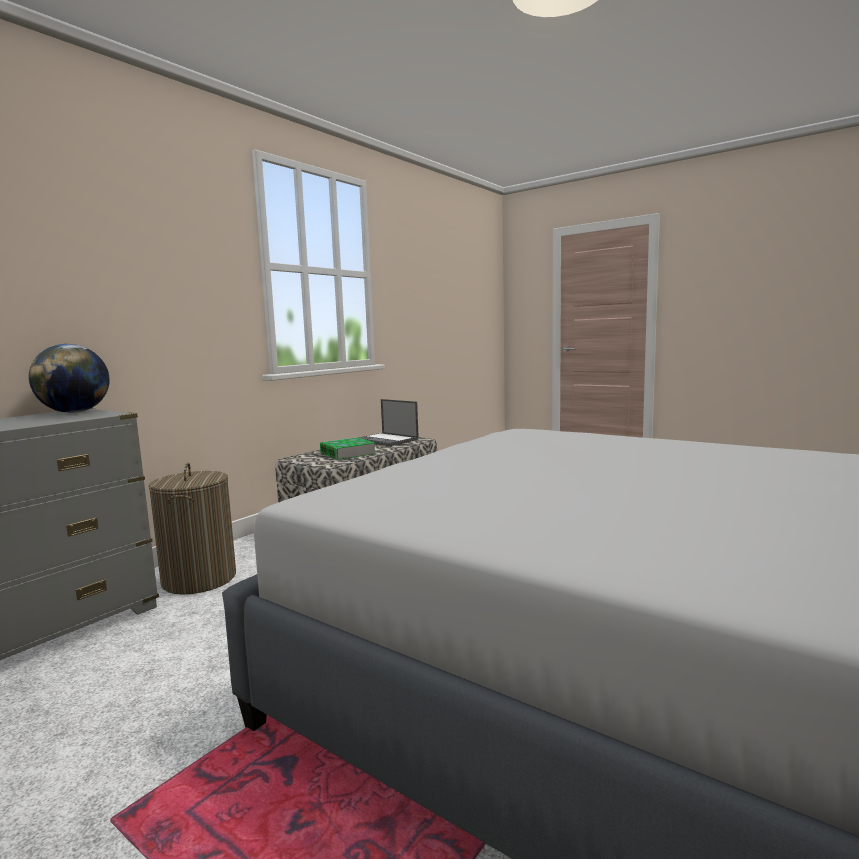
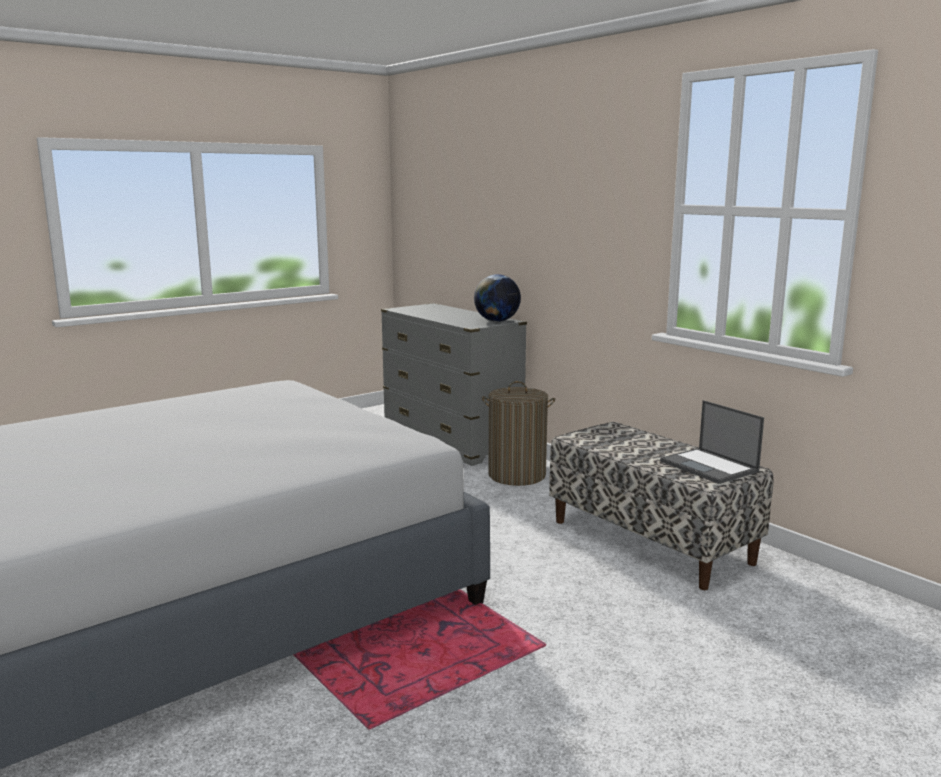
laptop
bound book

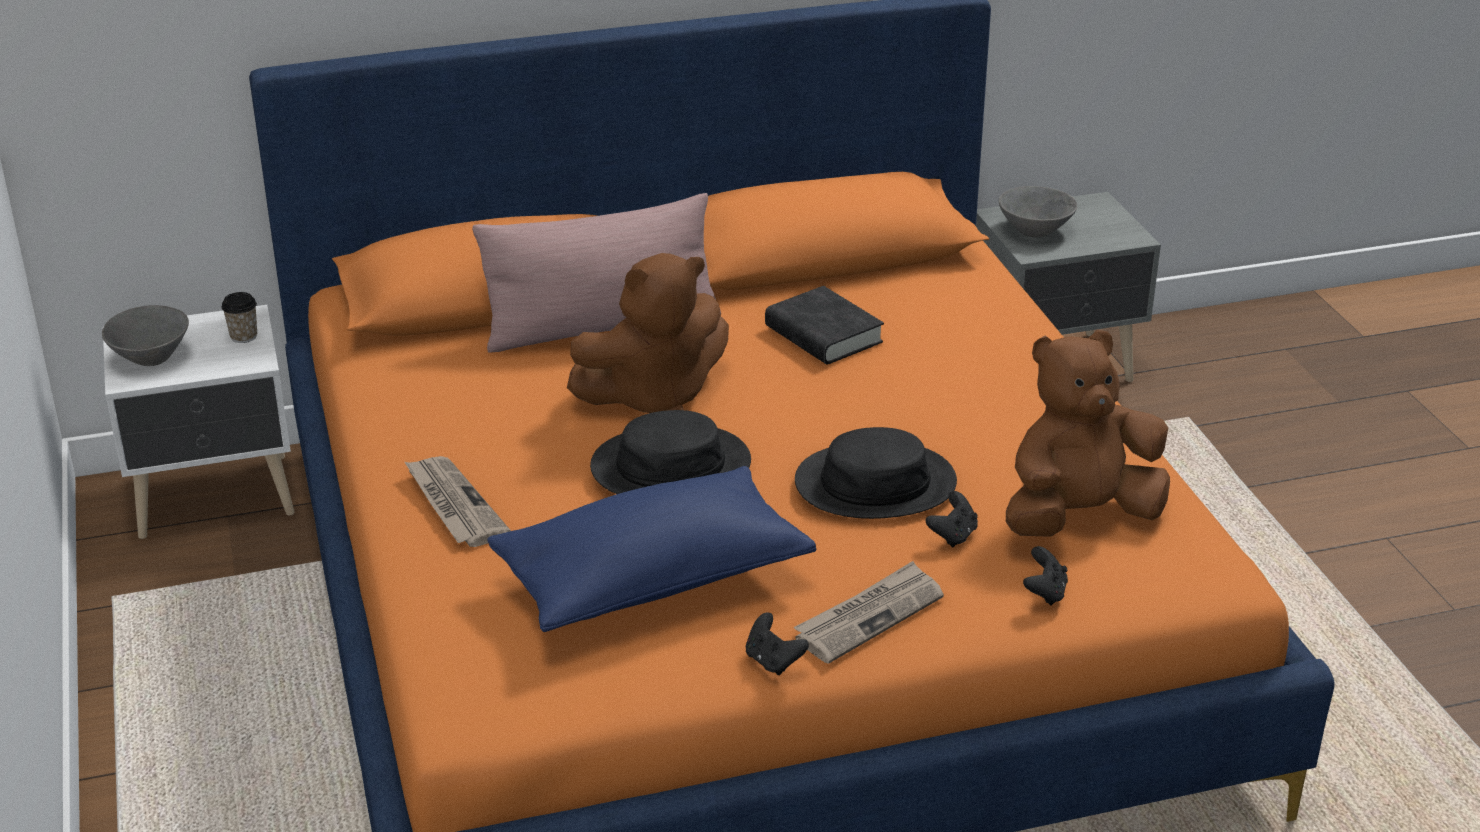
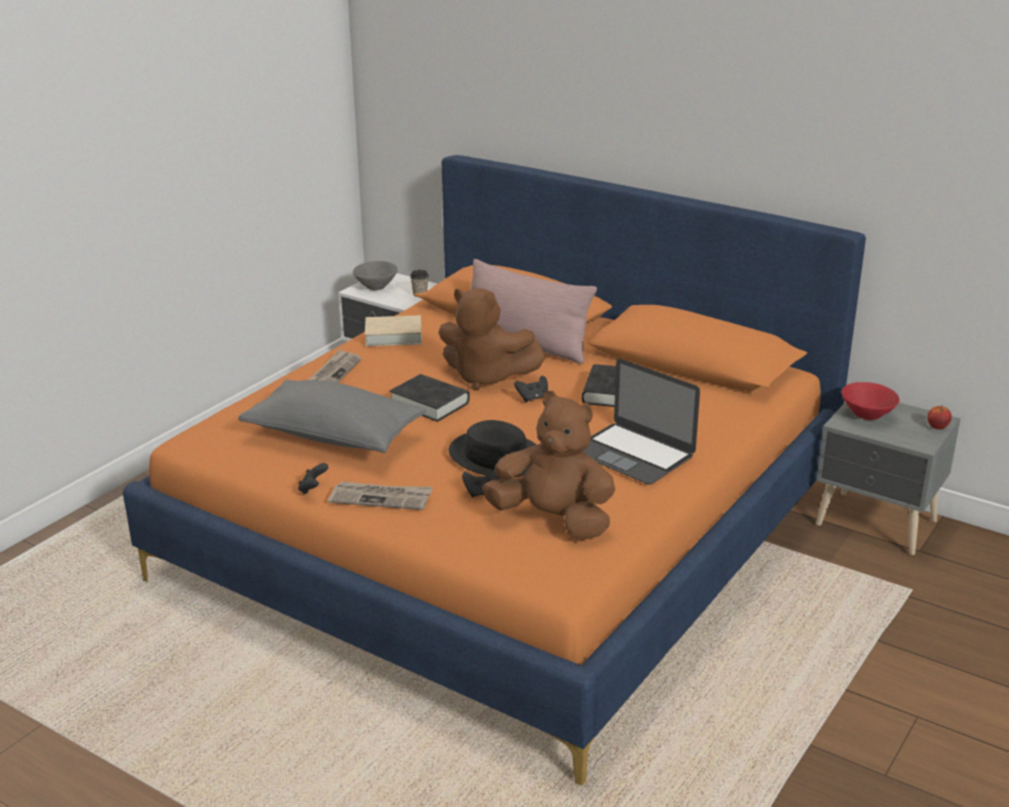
grey cushion
beige bound book
blackish bound book (1st from left)
blackish gamepad (3rd from left)
laptop
reddish bowl
apple

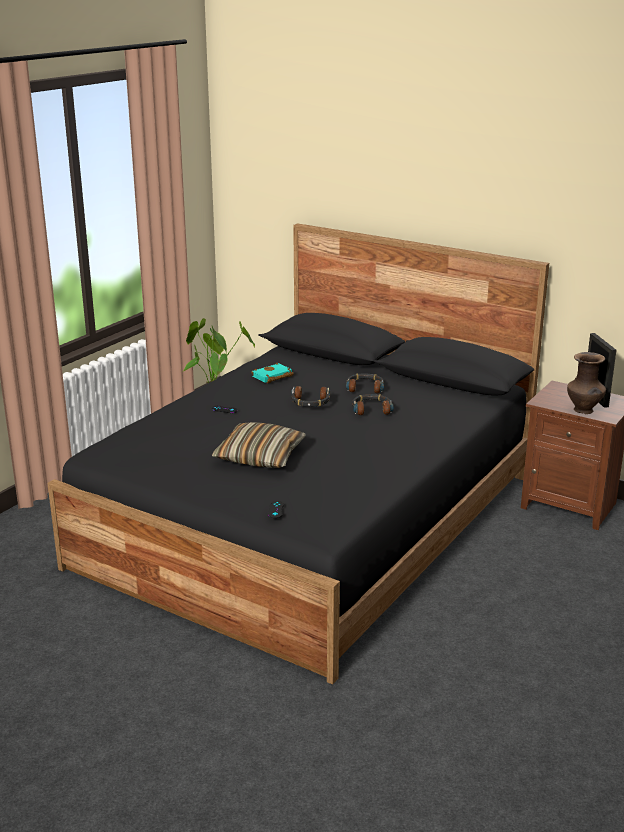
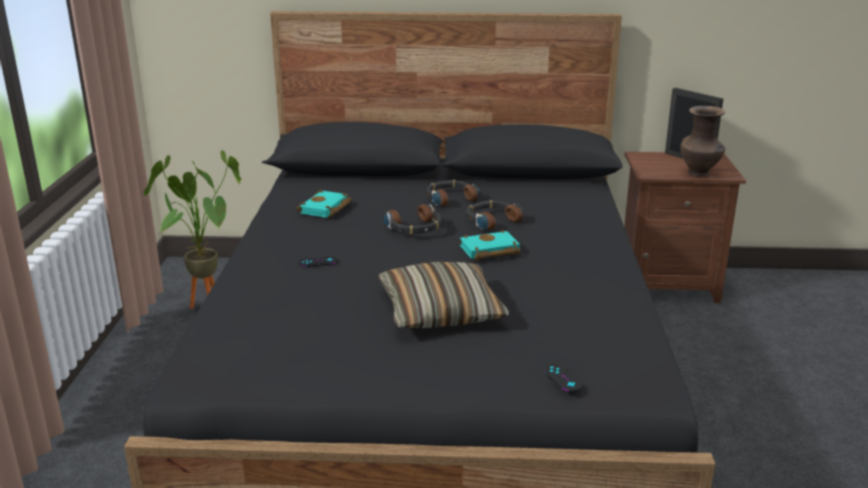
turquoise bound book (2nd from left)

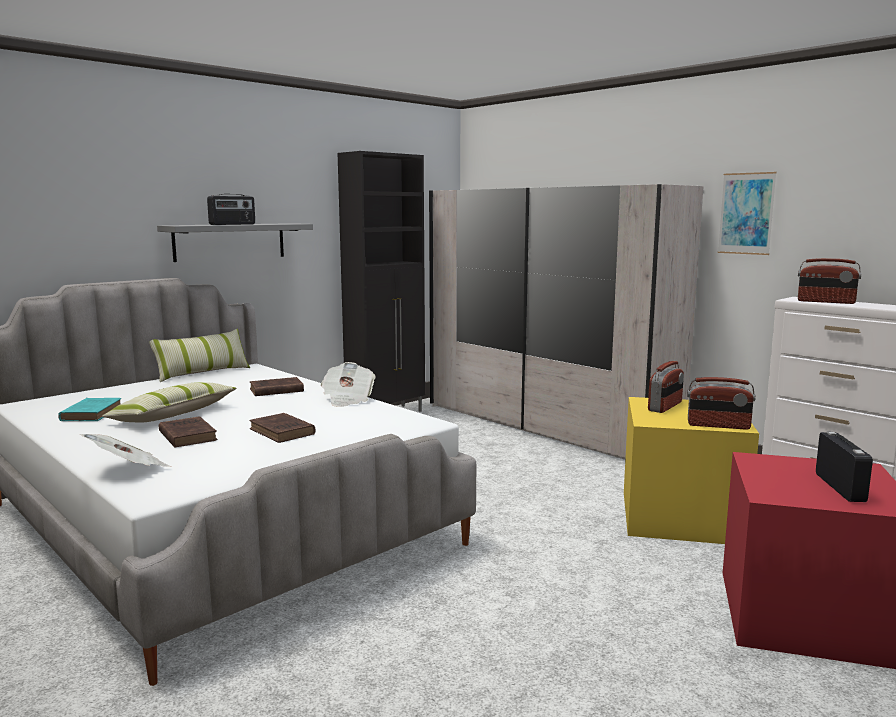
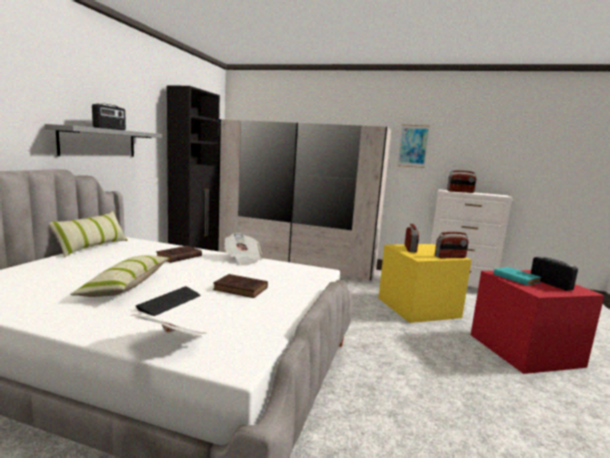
keyboard
turquoise bound book

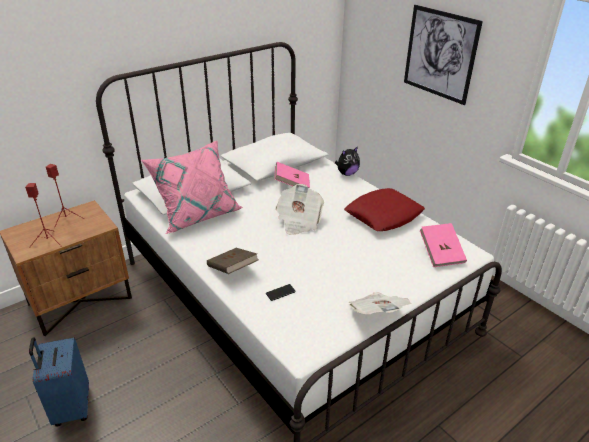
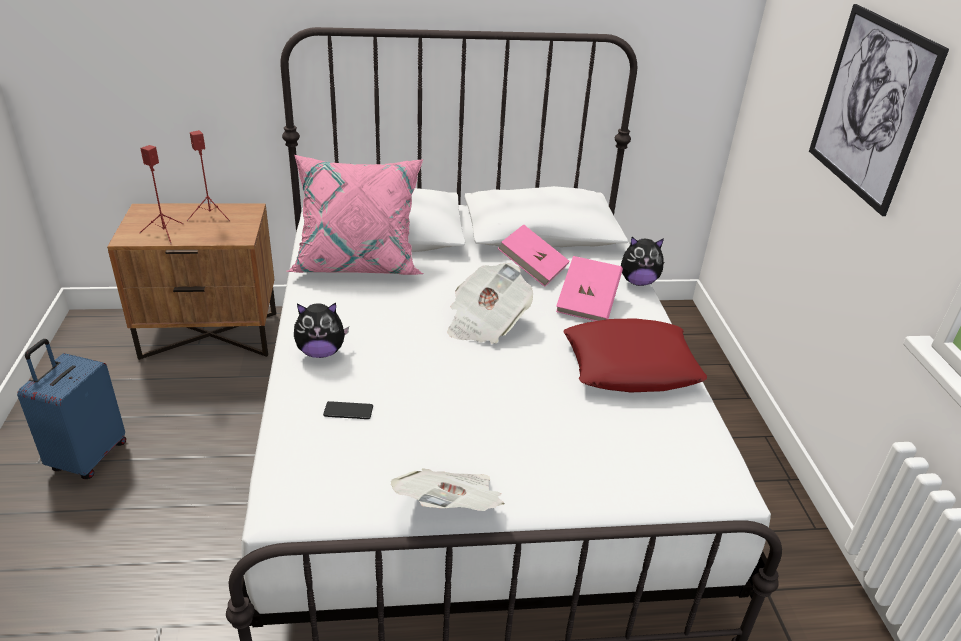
soft toy (1st from left)
pinkish bound book (2nd from left)

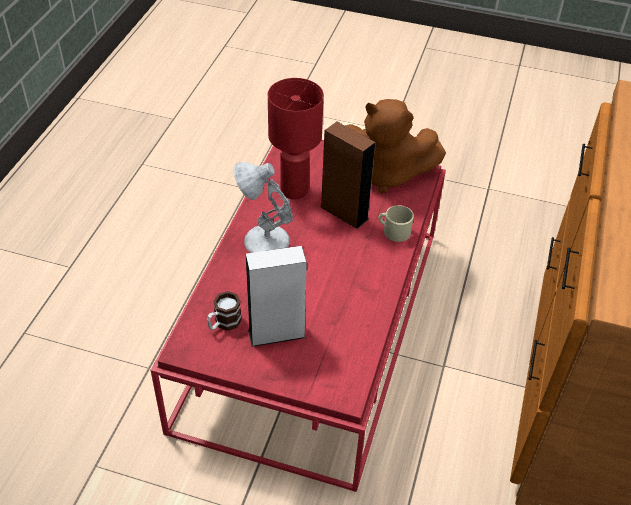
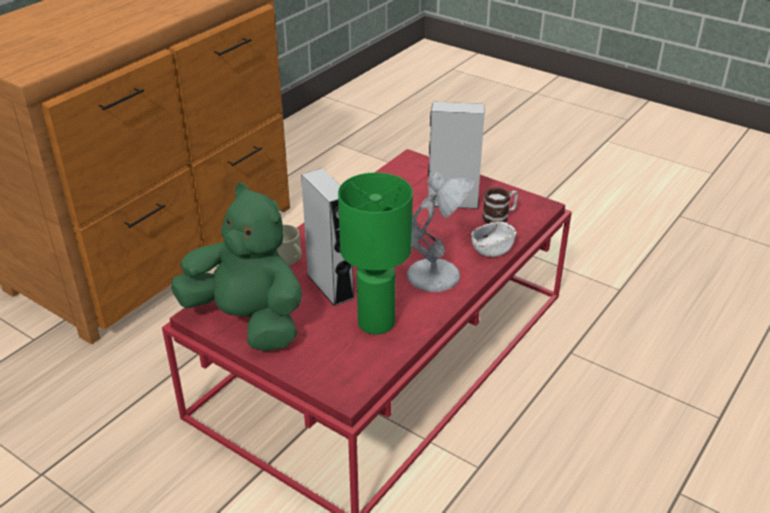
green-coloured soft toy
grey speaker (1st from left)
green-coloured lamp for a table
white bowl

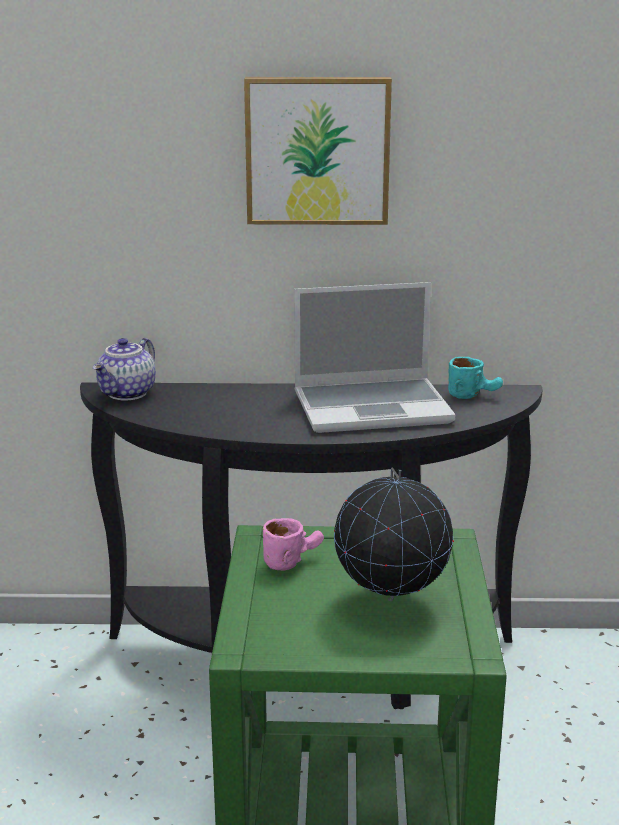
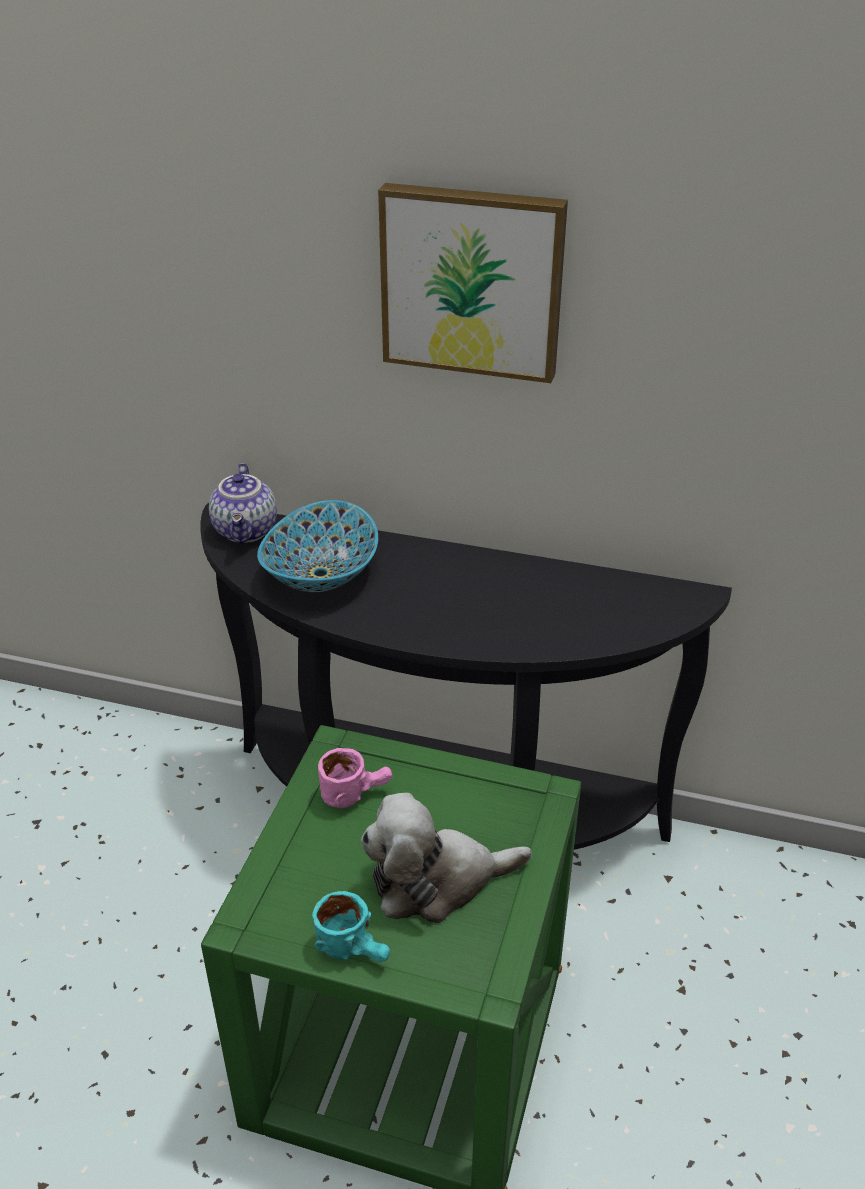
tea pot
bowl
turquoise coffee mug
soft toy
laptop

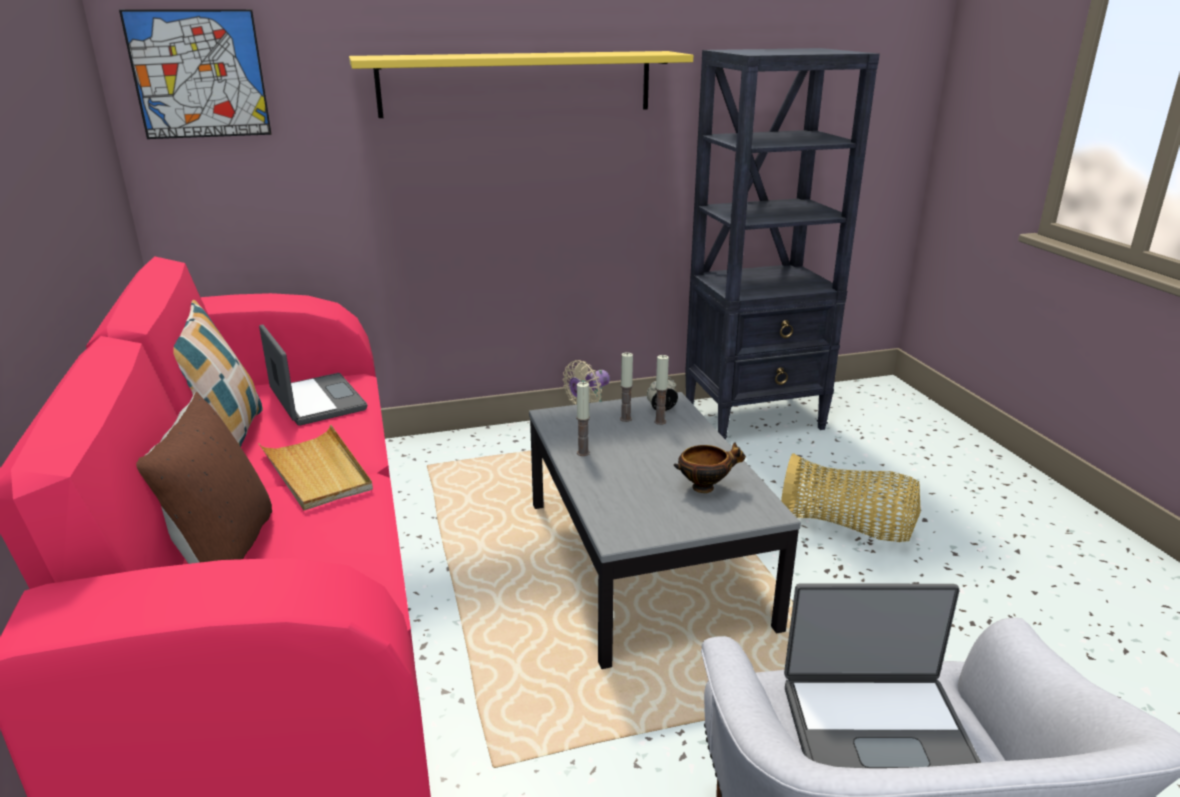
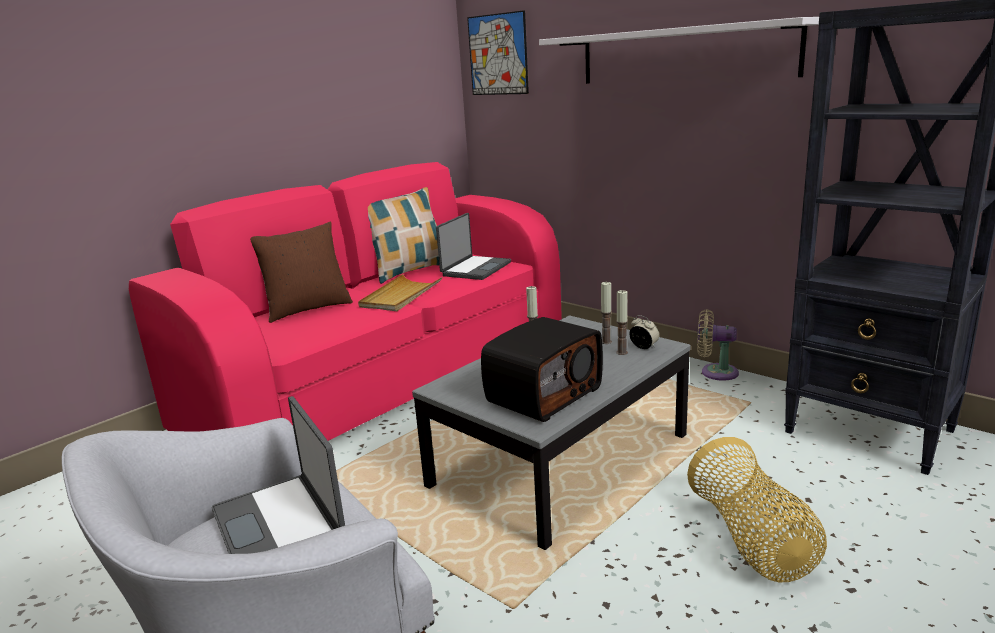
radio set
white wall shelf

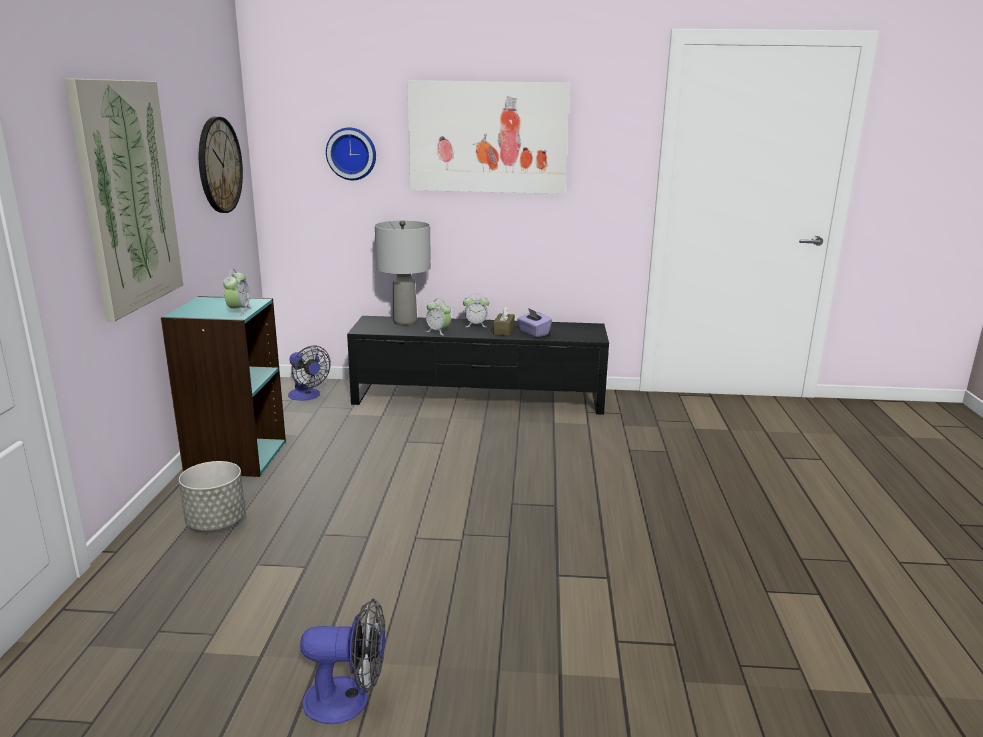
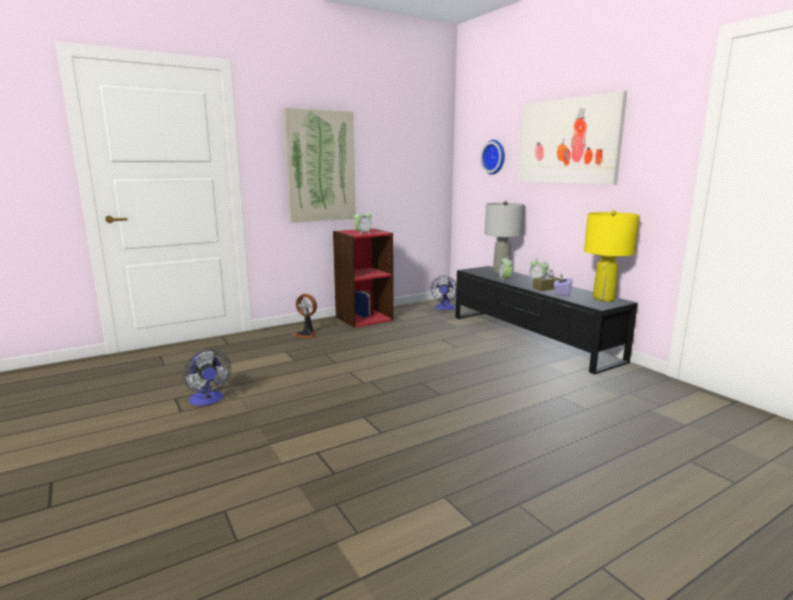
fan (2nd from left)
reddish bookcase
yellow lamp for a table
wall clock (1st from left in the first image)

